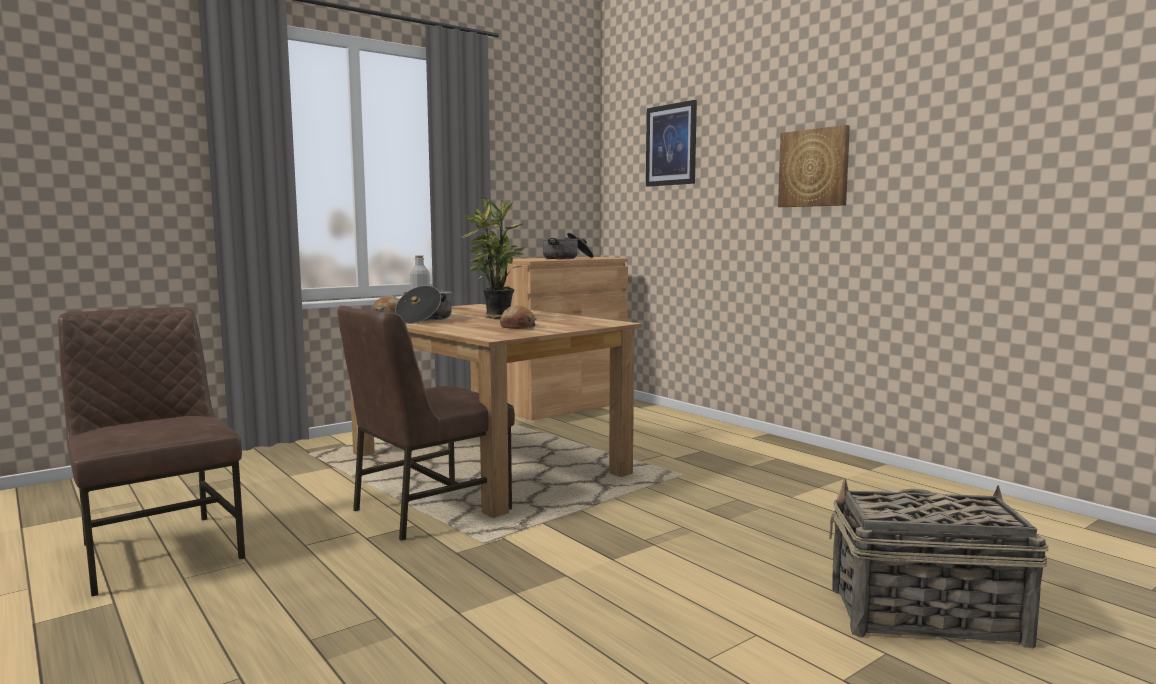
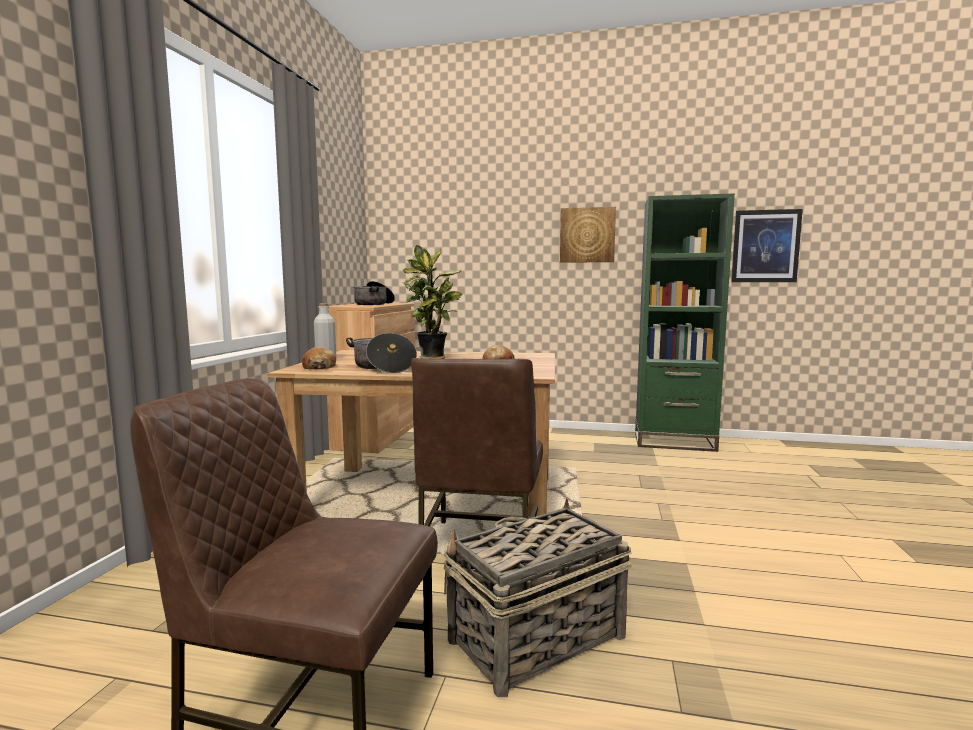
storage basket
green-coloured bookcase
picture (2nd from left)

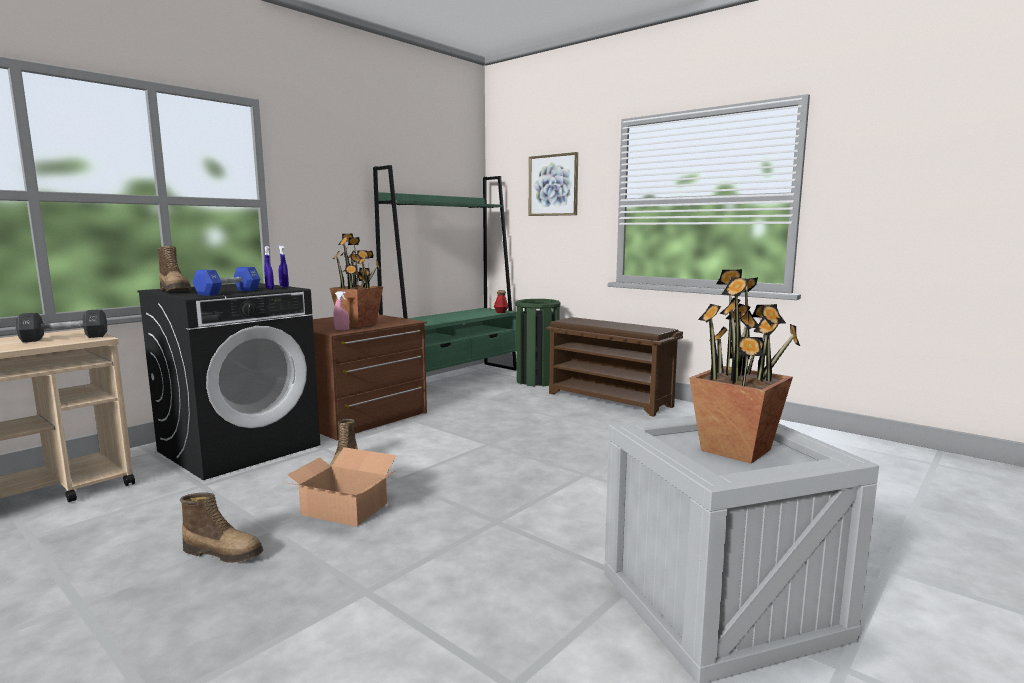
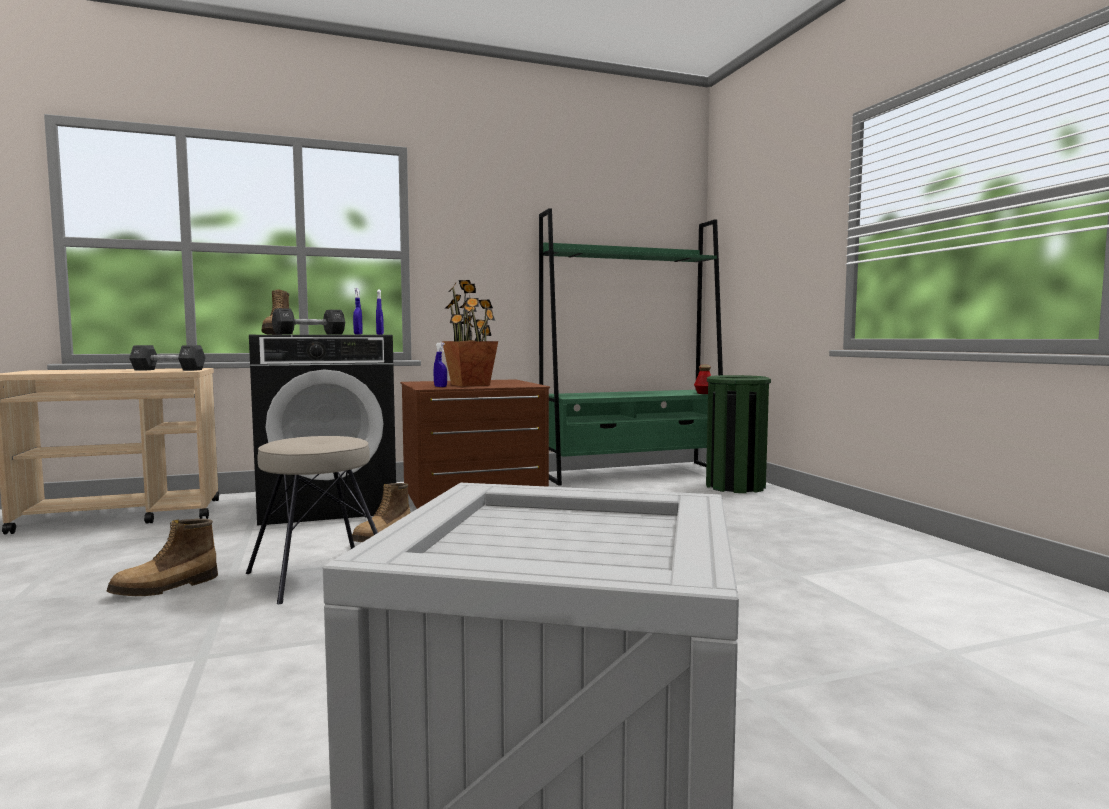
high-top boot (1st from left)
beige sitting stool
blackish hand weight (2nd from left)
bluish sprayer (3rd from left)
picture
brownish shoe rack
houseplant (2nd from left in the first image)

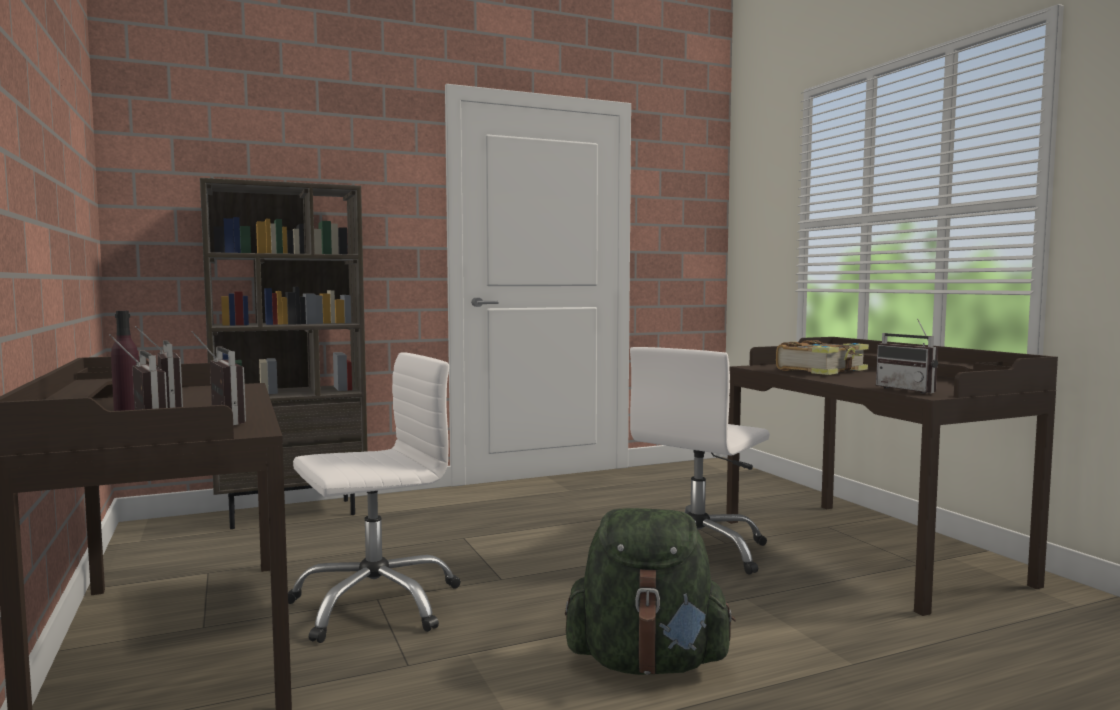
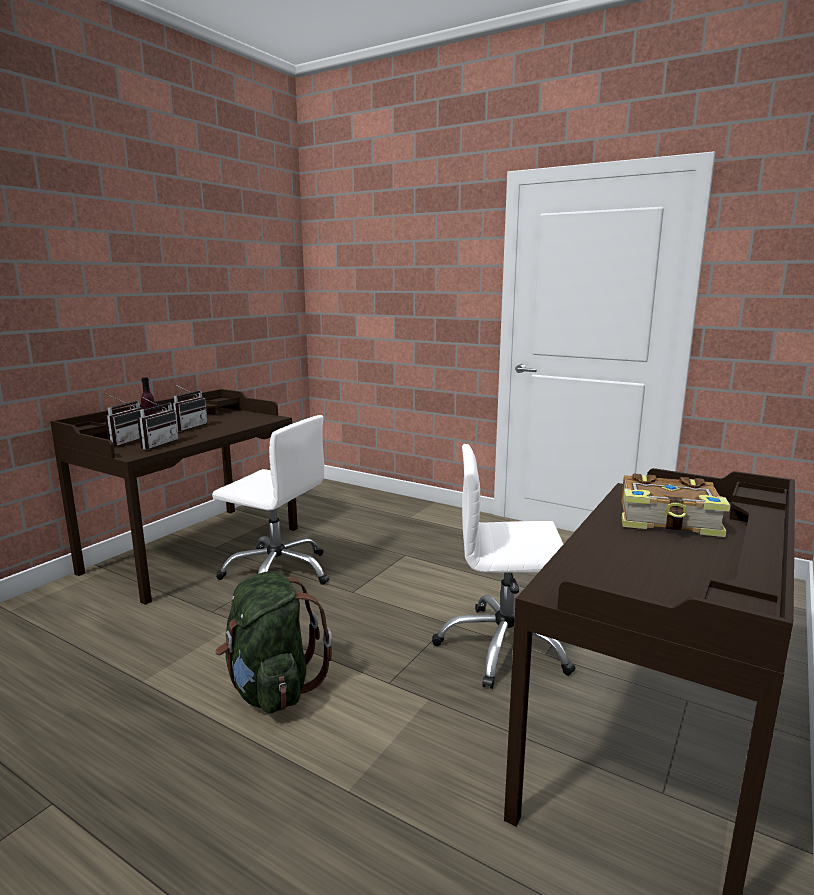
brownish bookcase
radio set (4th from left in the first image)

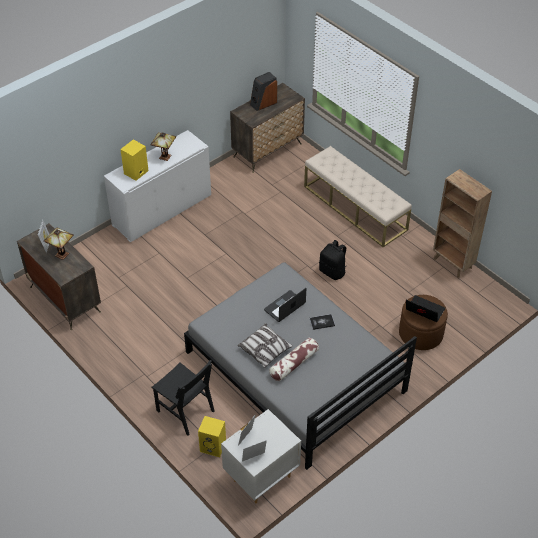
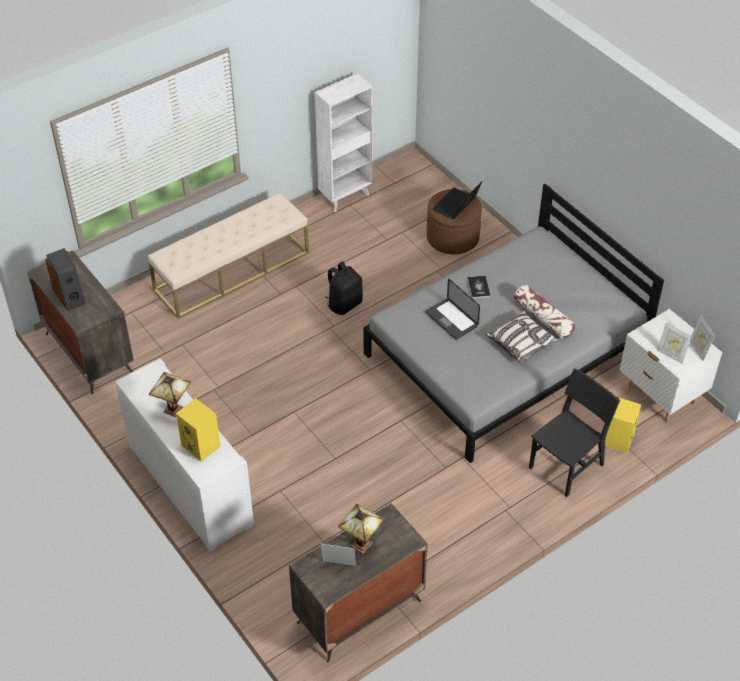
white bookcase

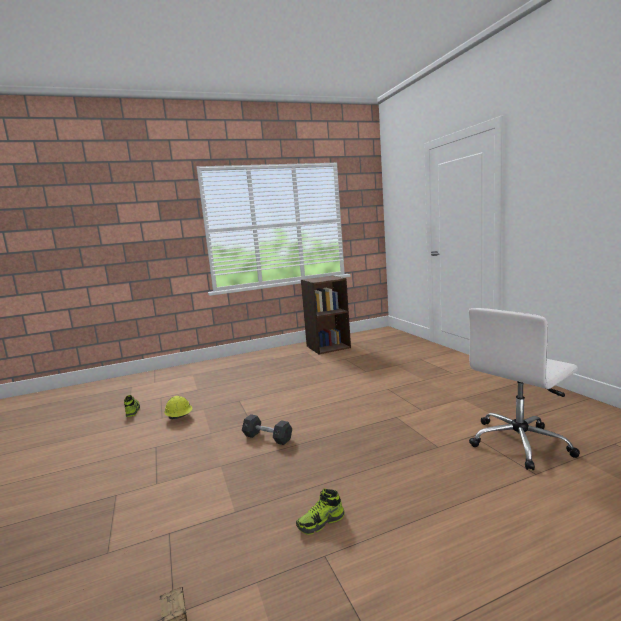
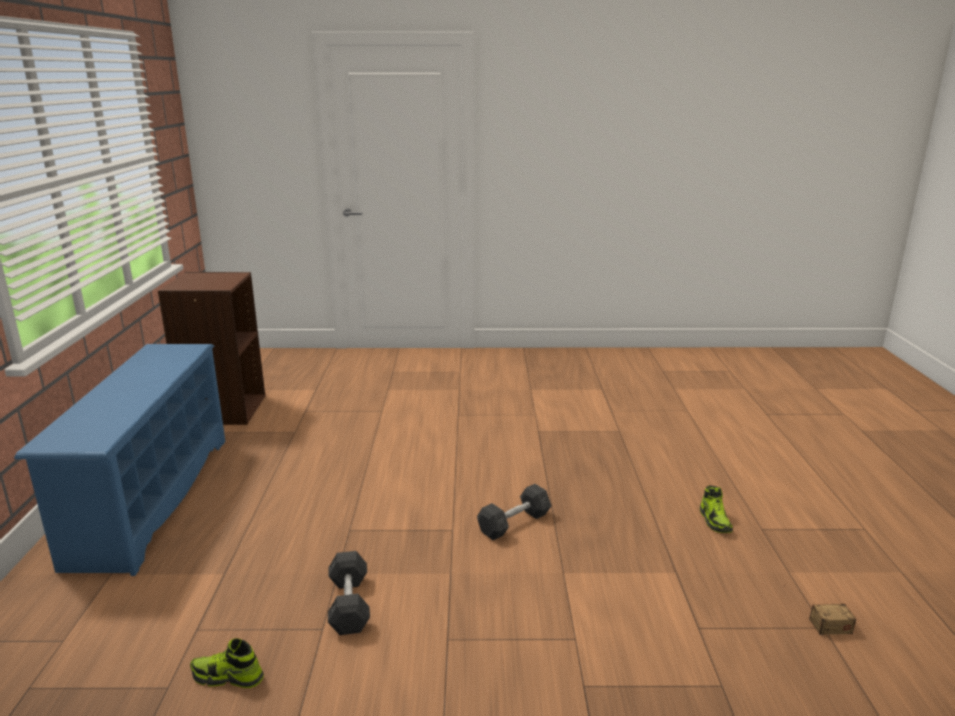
bluish shoe rack
grey hand weight (1st from left)
white desk chair

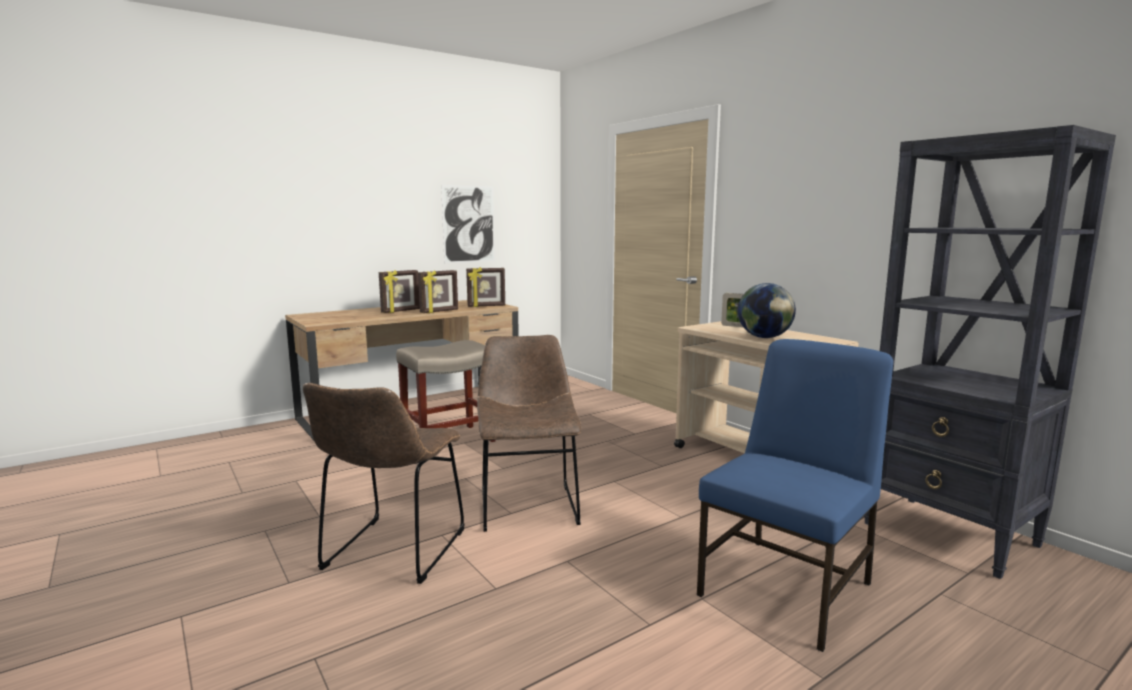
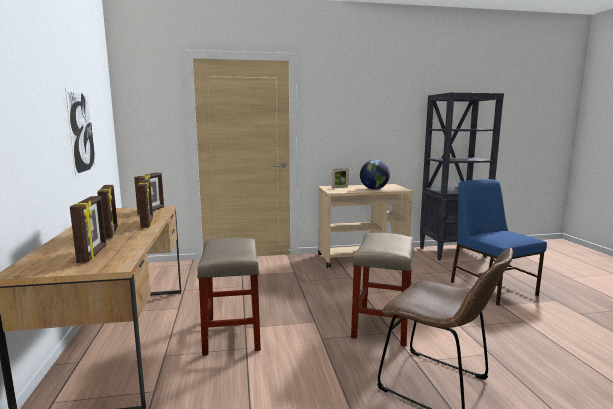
standing frame (1st from left)
beige sitting stool (2nd from left)

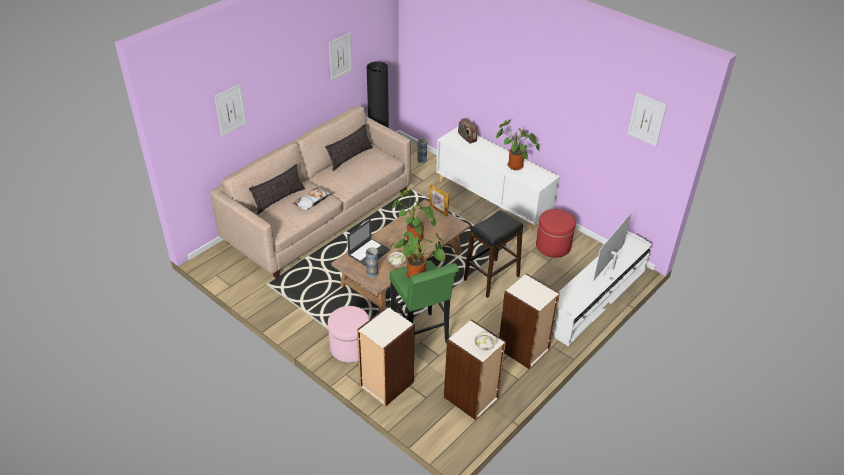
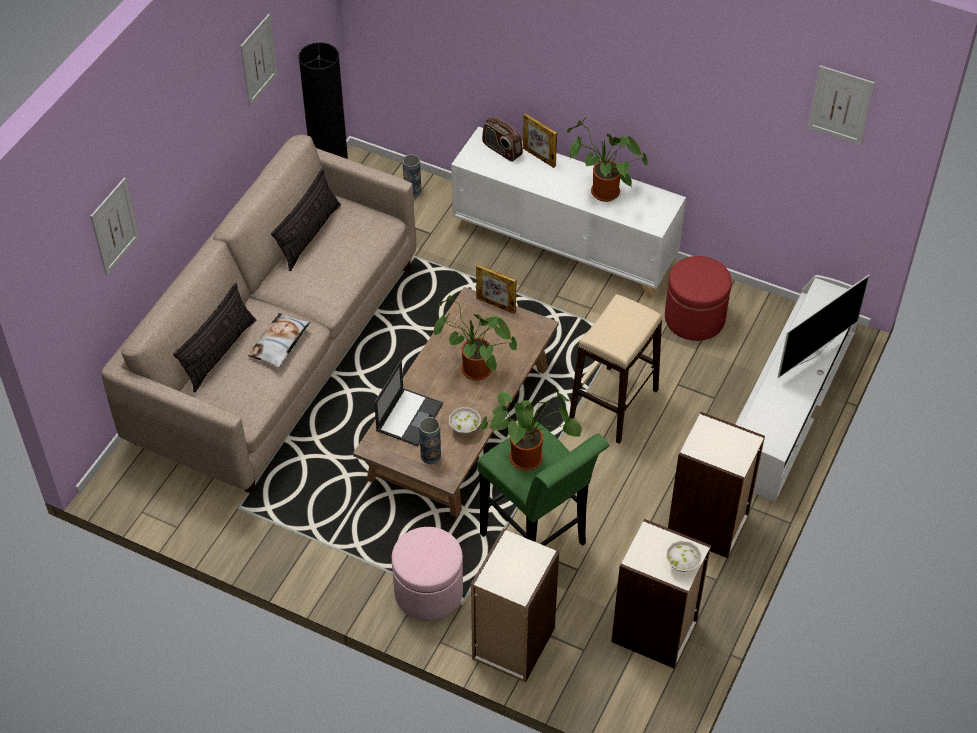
standing frame (2nd from left)
beige sitting stool
TV

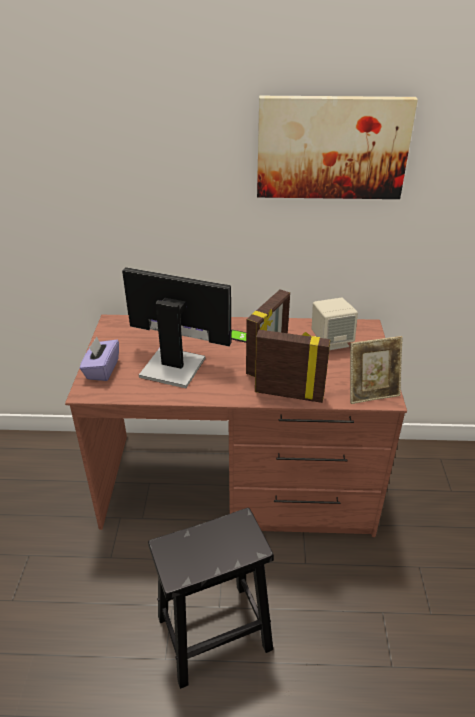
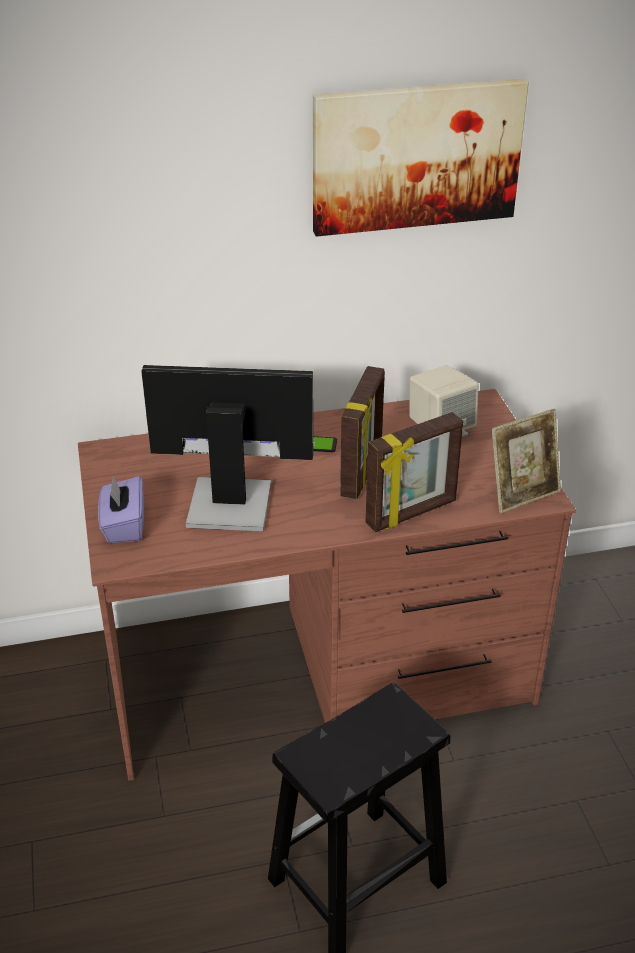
standing frame (2nd from left)

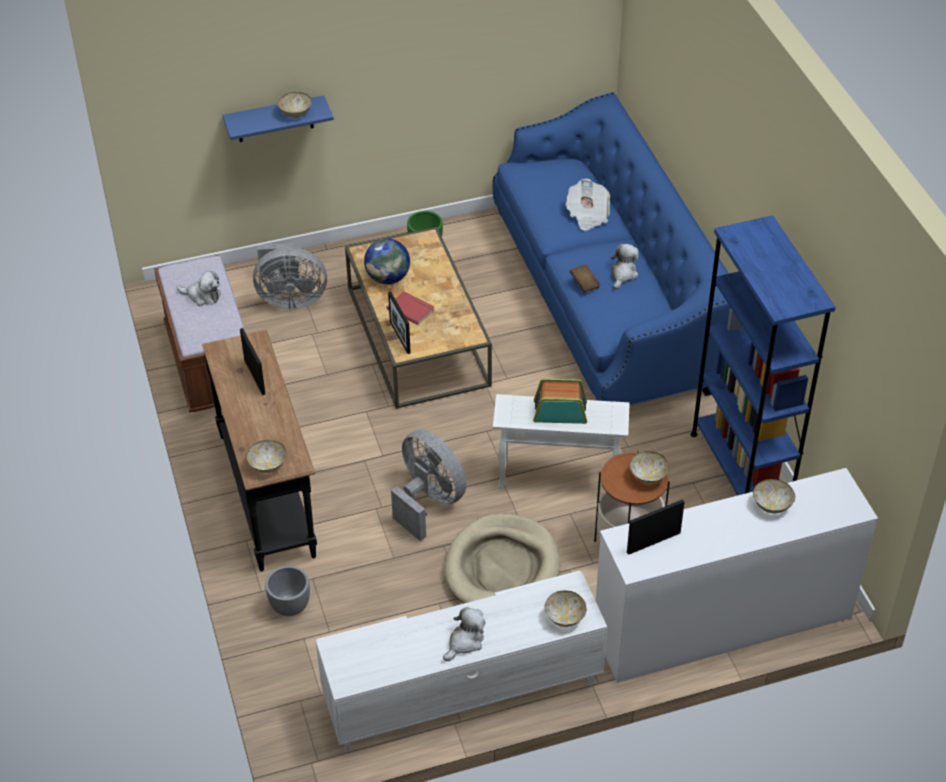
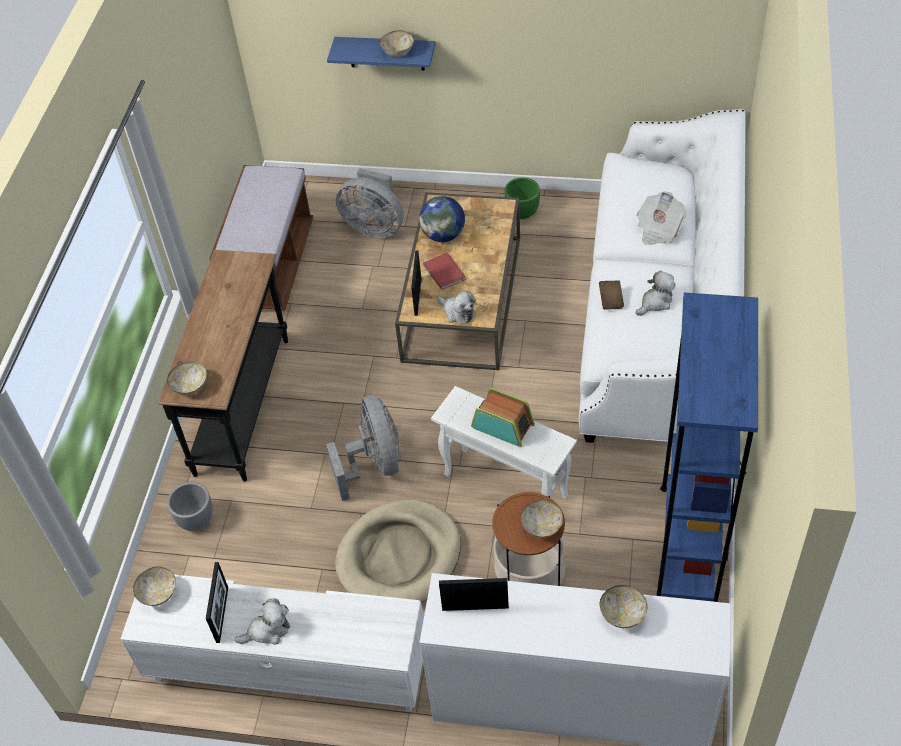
bowl (1st from left)
standing frame (1st from left)
soft toy (2nd from left)
white sofa

